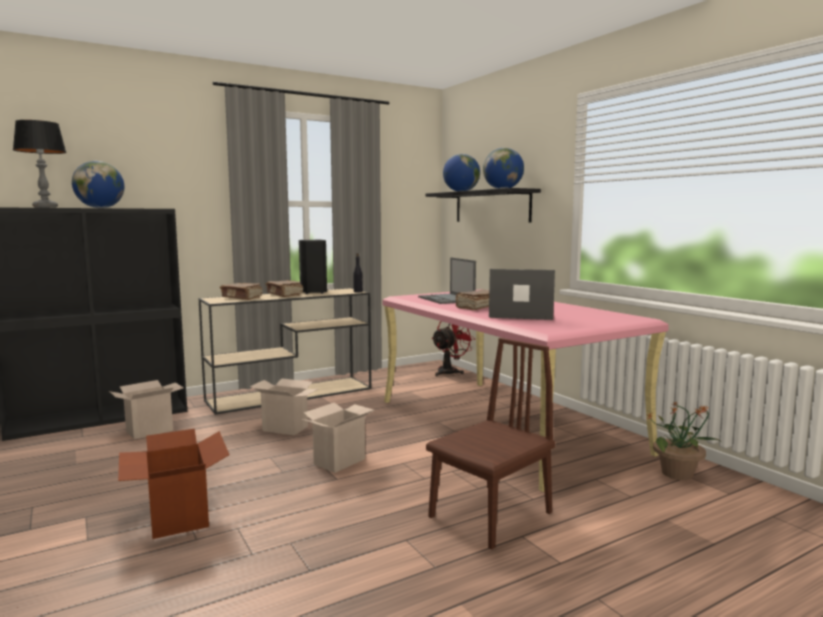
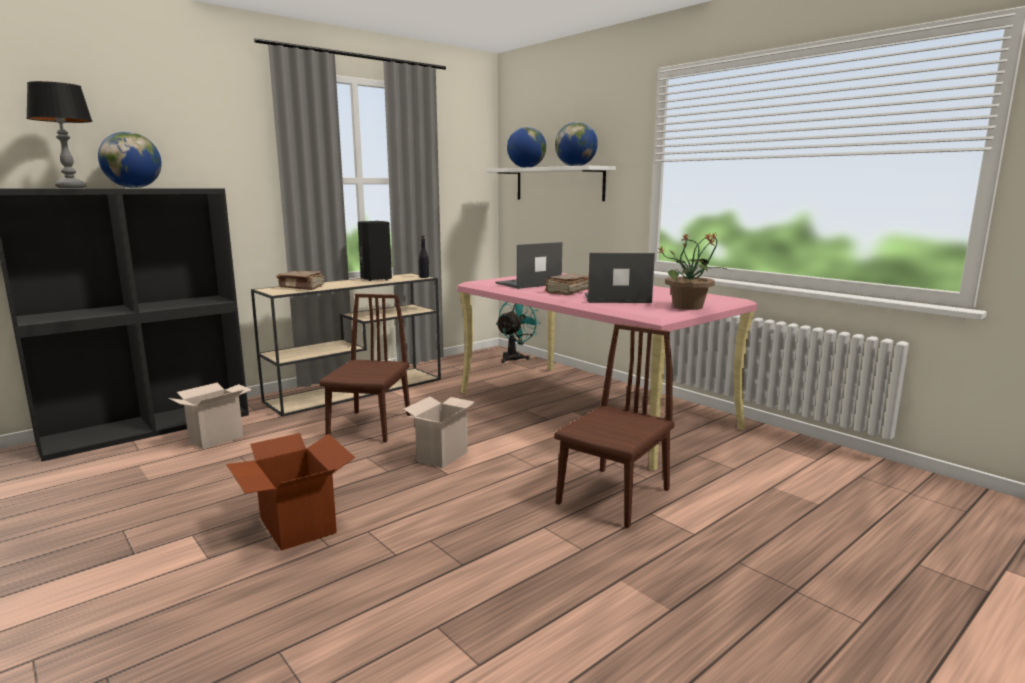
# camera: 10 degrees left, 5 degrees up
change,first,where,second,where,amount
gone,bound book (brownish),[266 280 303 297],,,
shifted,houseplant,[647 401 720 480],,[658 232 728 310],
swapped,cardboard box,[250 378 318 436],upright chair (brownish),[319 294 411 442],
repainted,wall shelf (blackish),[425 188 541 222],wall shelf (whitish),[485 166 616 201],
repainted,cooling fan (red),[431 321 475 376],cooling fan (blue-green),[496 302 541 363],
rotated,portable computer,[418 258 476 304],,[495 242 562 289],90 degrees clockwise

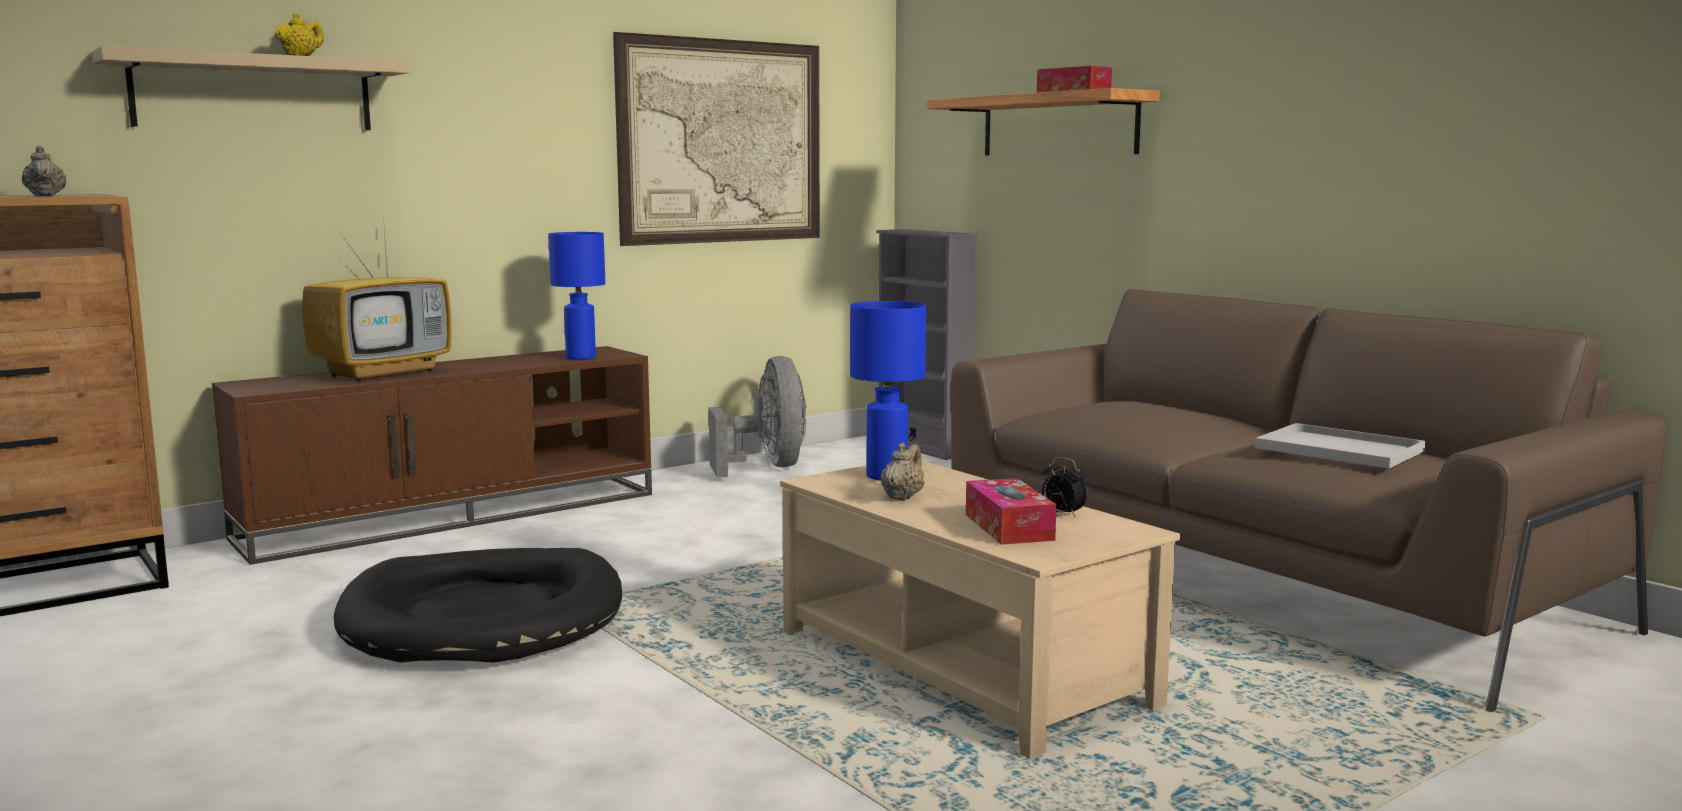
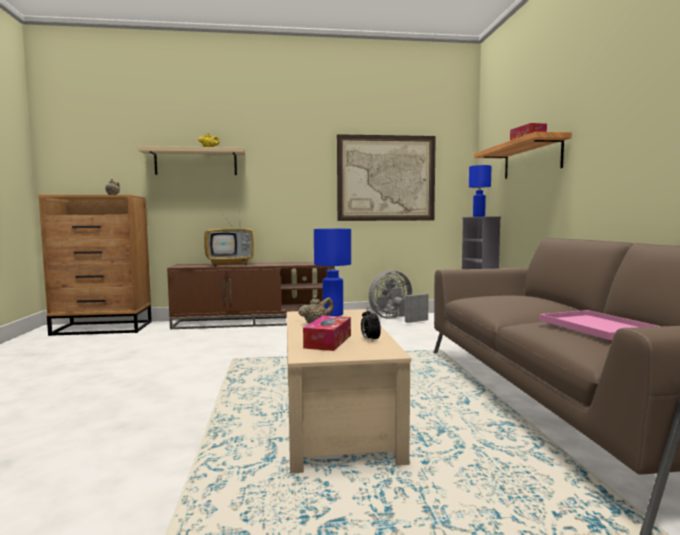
# camera: 30 degrees right, 5 degrees down
change,first,where,second,where,amount
gone,pet bed (blackish),[334 548 622 663],,,
shifted,table lamp (blue-coloured),[548 232 605 360],,[469 165 492 217],
repainted,tray (whitish),[1255 423 1426 469],tray (pink-coloured),[540 310 660 340],
rotated,cooling fan (grey),[709 356 806 478],,[368 270 429 323],135 degrees counterclockwise

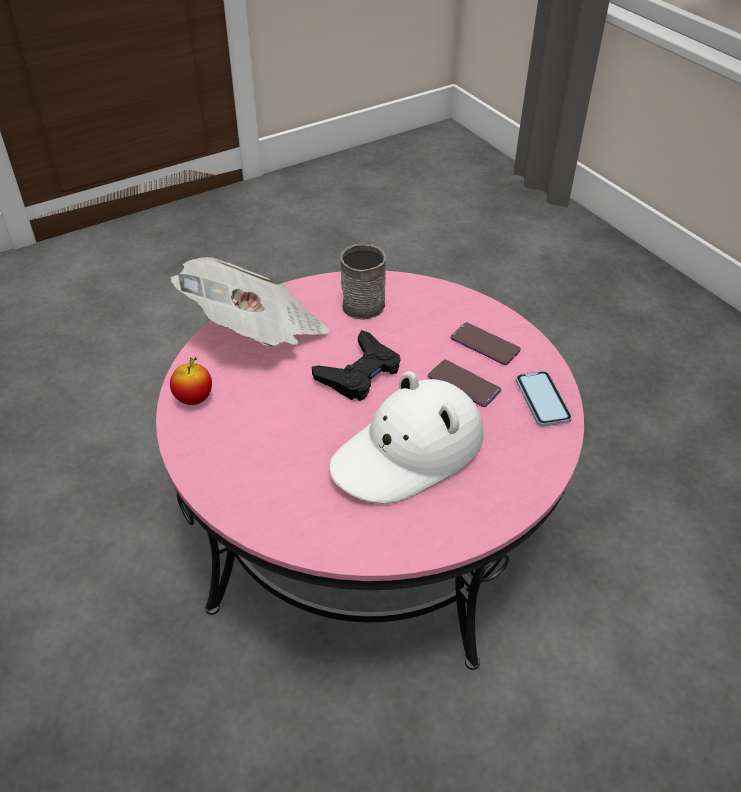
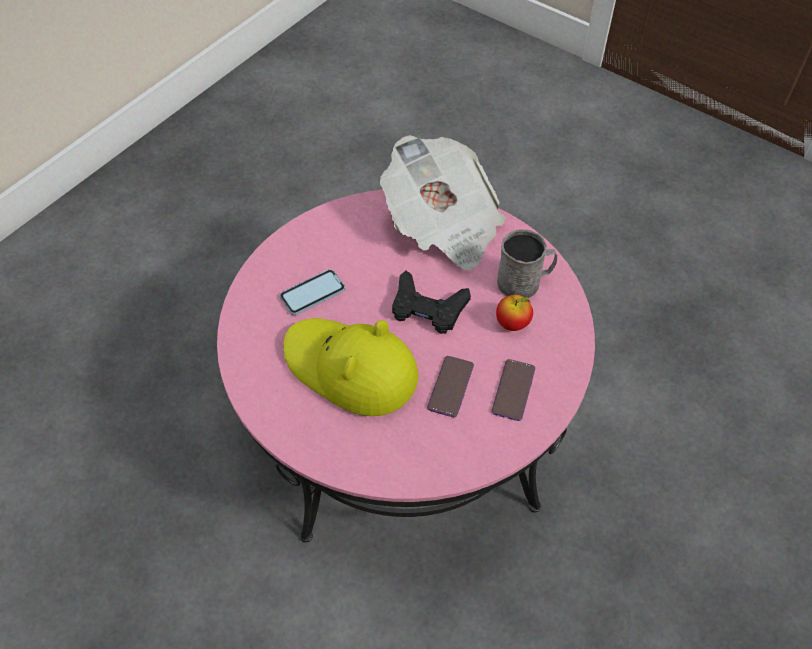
# camera: 70 degrees right, 10 degrees up
change,first,where,second,where,amount
shifted,apple,[170 357 212 405],,[496 294 533 331],
shifted,telephone,[516 371 572 426],,[279 269 345 315],
repainted,clothing hat (whitish),[329 372 484 504],clothing hat (yellow),[283 318 419 416],

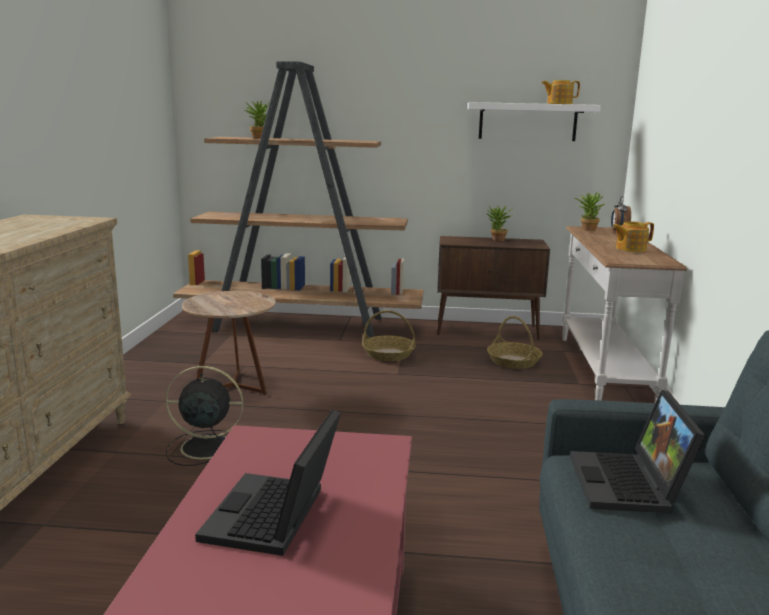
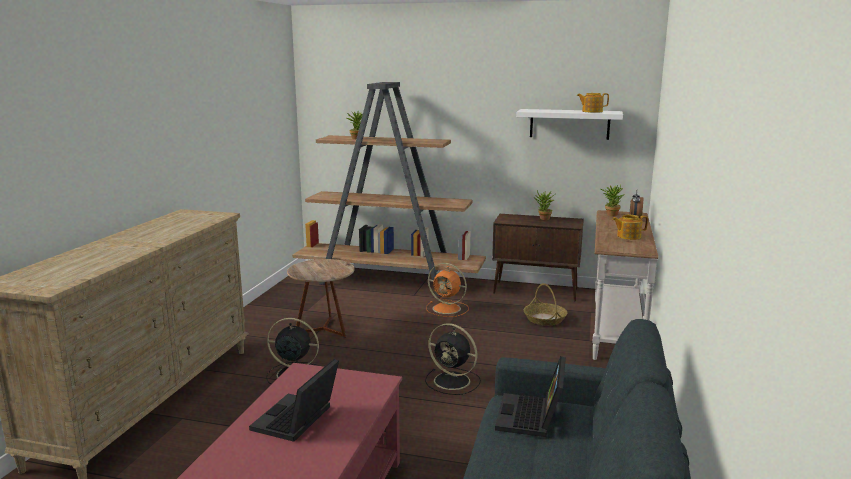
# camera: 10 degrees right, 0 degrees up
change,first,where,second,where,amount
new,,,cooling fan (blackish),[425 323 481 395],
swapped,basket,[362 310 416 361],cooling fan (orange),[426 263 469 317],

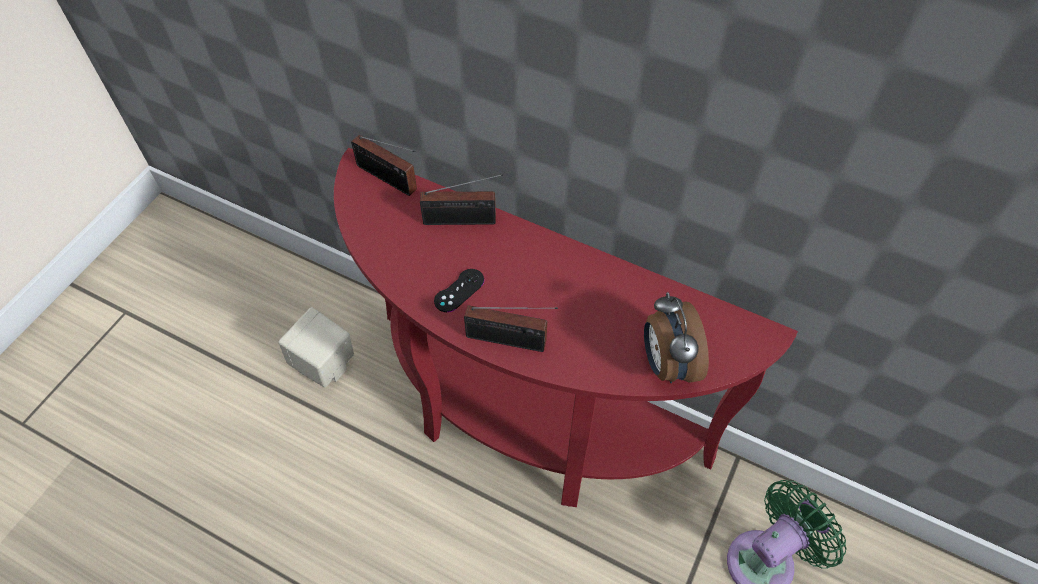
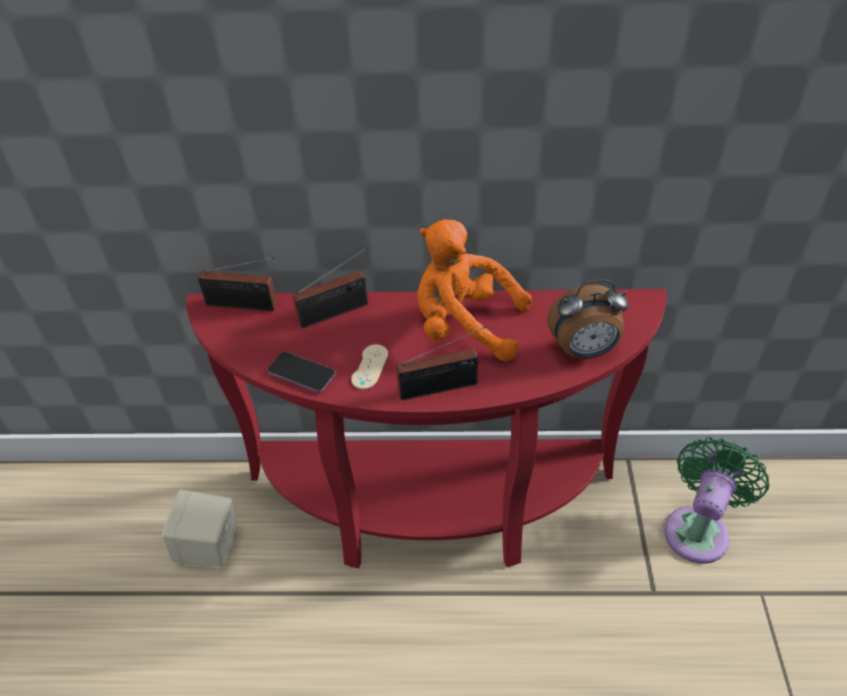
# camera: 25 degrees left, 10 degrees down
change,first,where,second,where,amount
new,,,telephone,[268 351 336 393],
new,,,cuddly toy (orange),[417 219 531 361],
repainted,joypad (blackish),[434 269 484 312],joypad (beige-coloured),[351 344 388 389],
rotated,alarm clock,[644 292 709 383],,[547 279 628 359],60 degrees counterclockwise

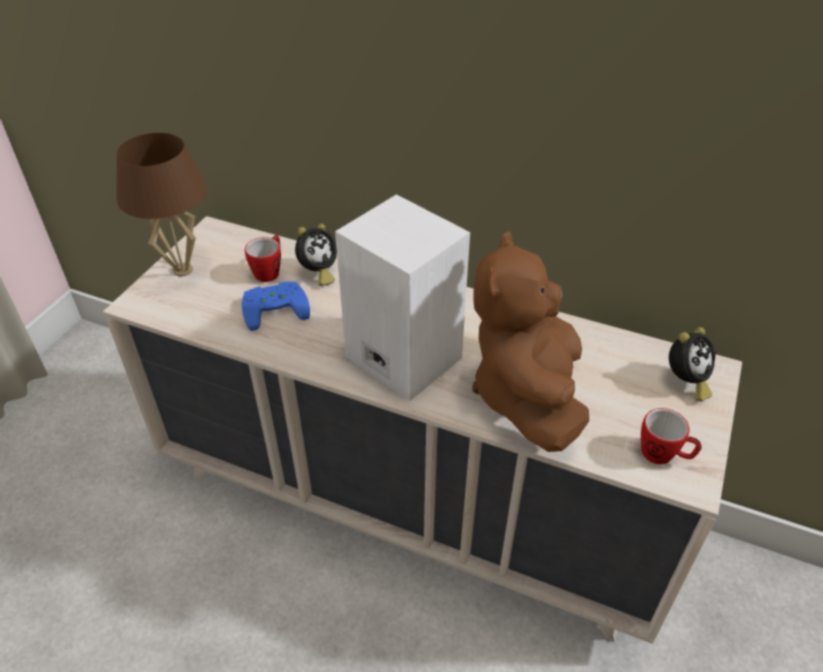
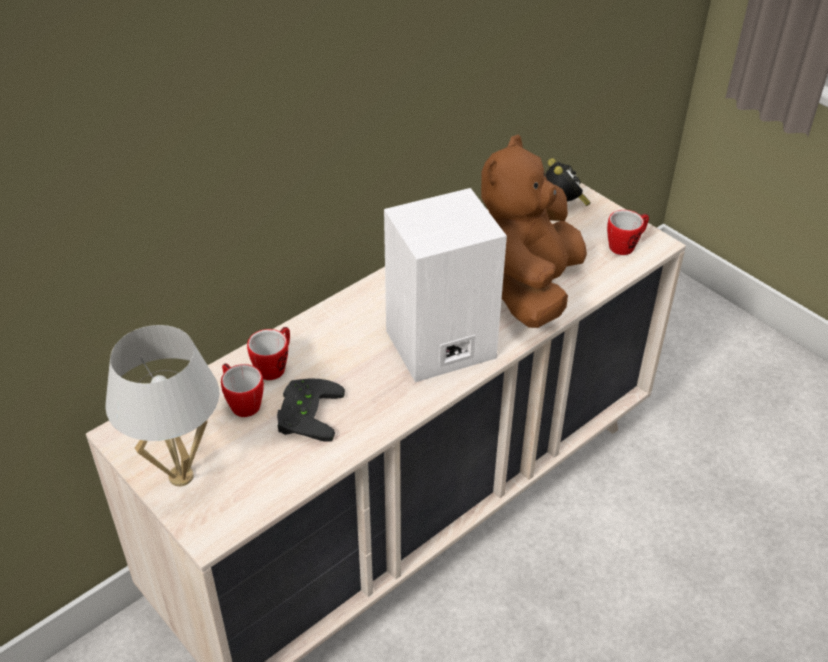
# camera: 65 degrees left, 0 degrees up
change,first,where,second,where,amount
swapped,alarm clock,[295 224 337 286],mug,[247 327 290 380],
repainted,table lamp (brownish),[117 133 207 277],table lamp (whitish),[105 325 219 486],
repainted,joypad (blue-coloured),[242 282 310 331],joypad (blackish),[277 378 345 441],
rotated,cuddly toy (brownish),[472 231 589 452],,[481 135 587 328],75 degrees clockwise

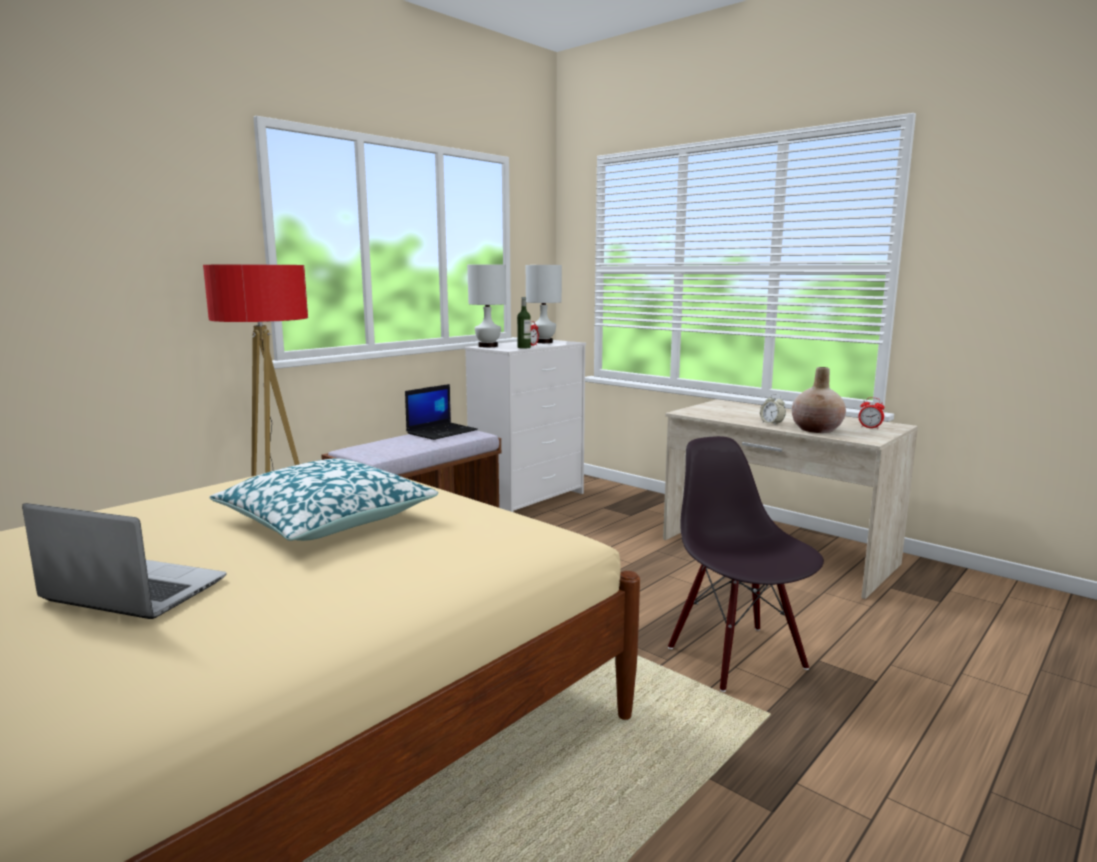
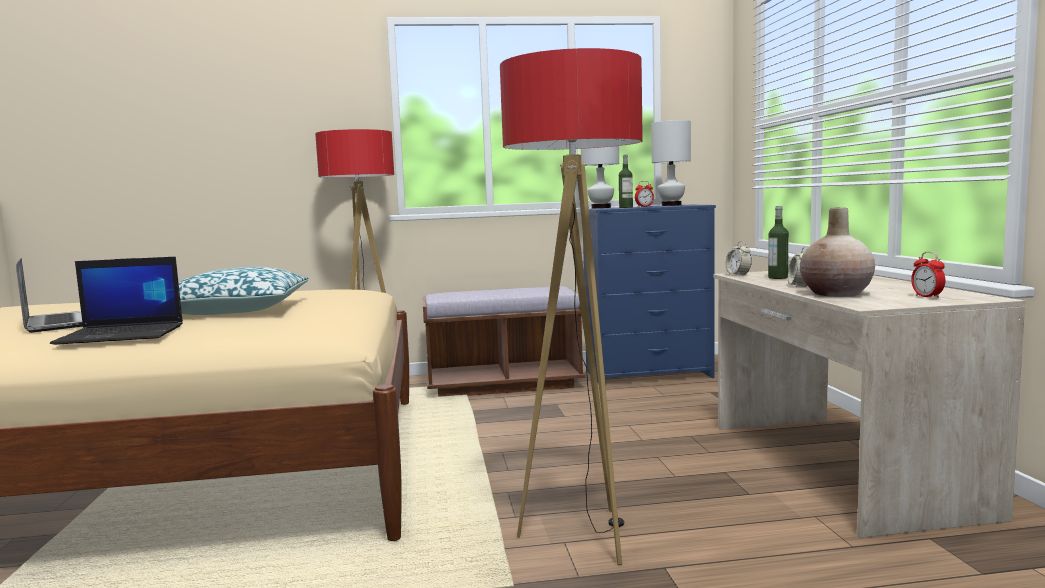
# camera: 40 degrees right, 5 degrees down
change,first,where,second,where,amount
new,,,alarm clock,[726 241 752 276],
new,,,drink bottle,[768 206 789 279],
shifted,portable computer,[405 384 478 440],,[50 257 183 345],
swapped,upright chair (blackish),[668 436 824 692],standard lamp,[500 48 643 566],
repainted,dresser (whitish),[464 340 586 512],dresser (blue-coloured),[583 205 716 382],

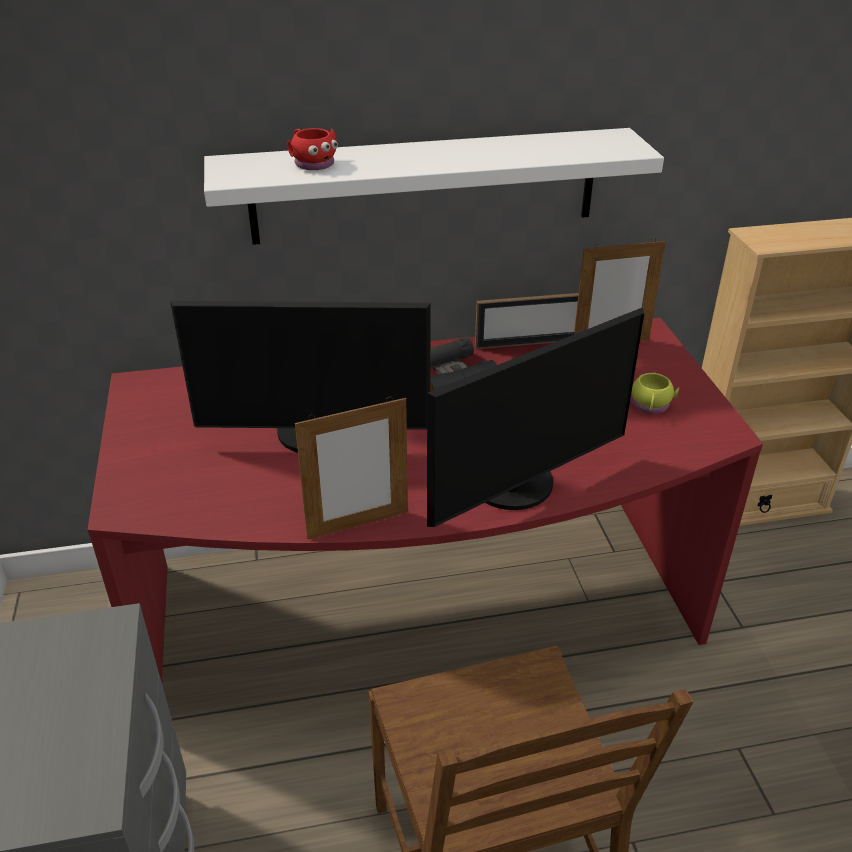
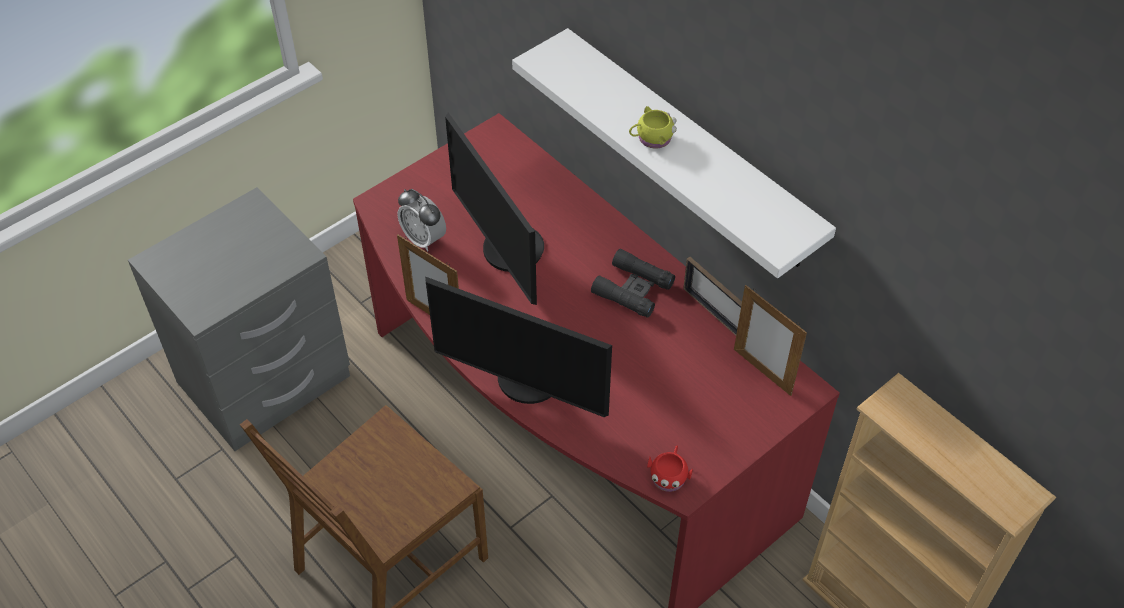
# camera: 60 degrees right, 15 degrees up
change,first,where,second,where,amount
new,,,alarm clock,[397 189 446 252],
shifted,mug (red),[287 128 338 170],,[647 446 693 492],
shifted,mug (yellow),[632 373 679 414],,[629 106 677 149],

